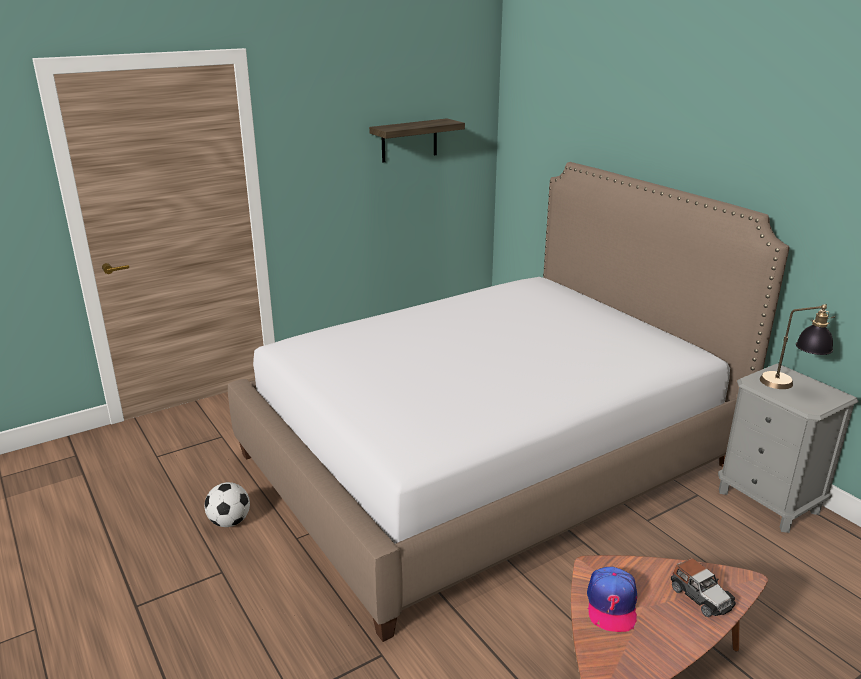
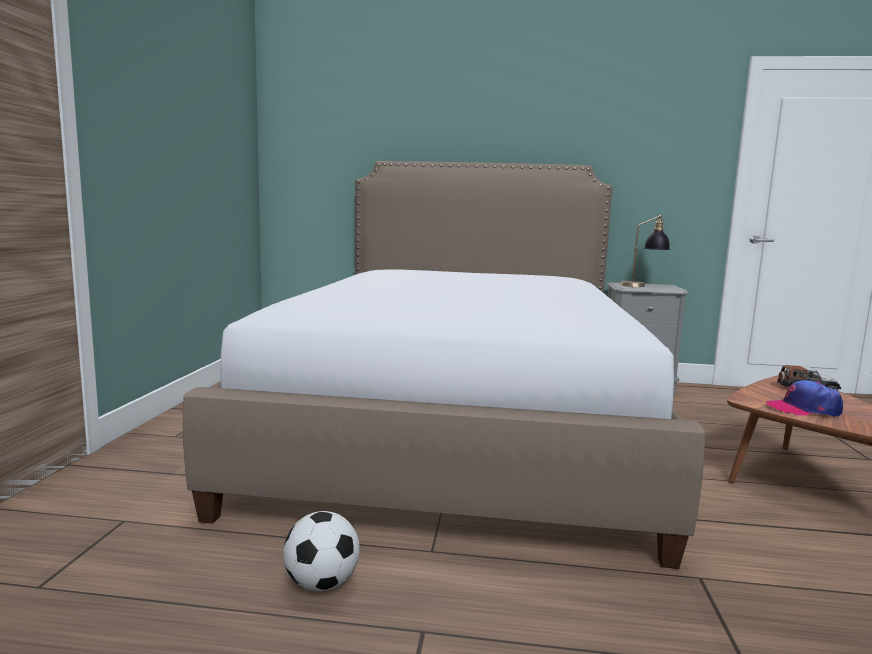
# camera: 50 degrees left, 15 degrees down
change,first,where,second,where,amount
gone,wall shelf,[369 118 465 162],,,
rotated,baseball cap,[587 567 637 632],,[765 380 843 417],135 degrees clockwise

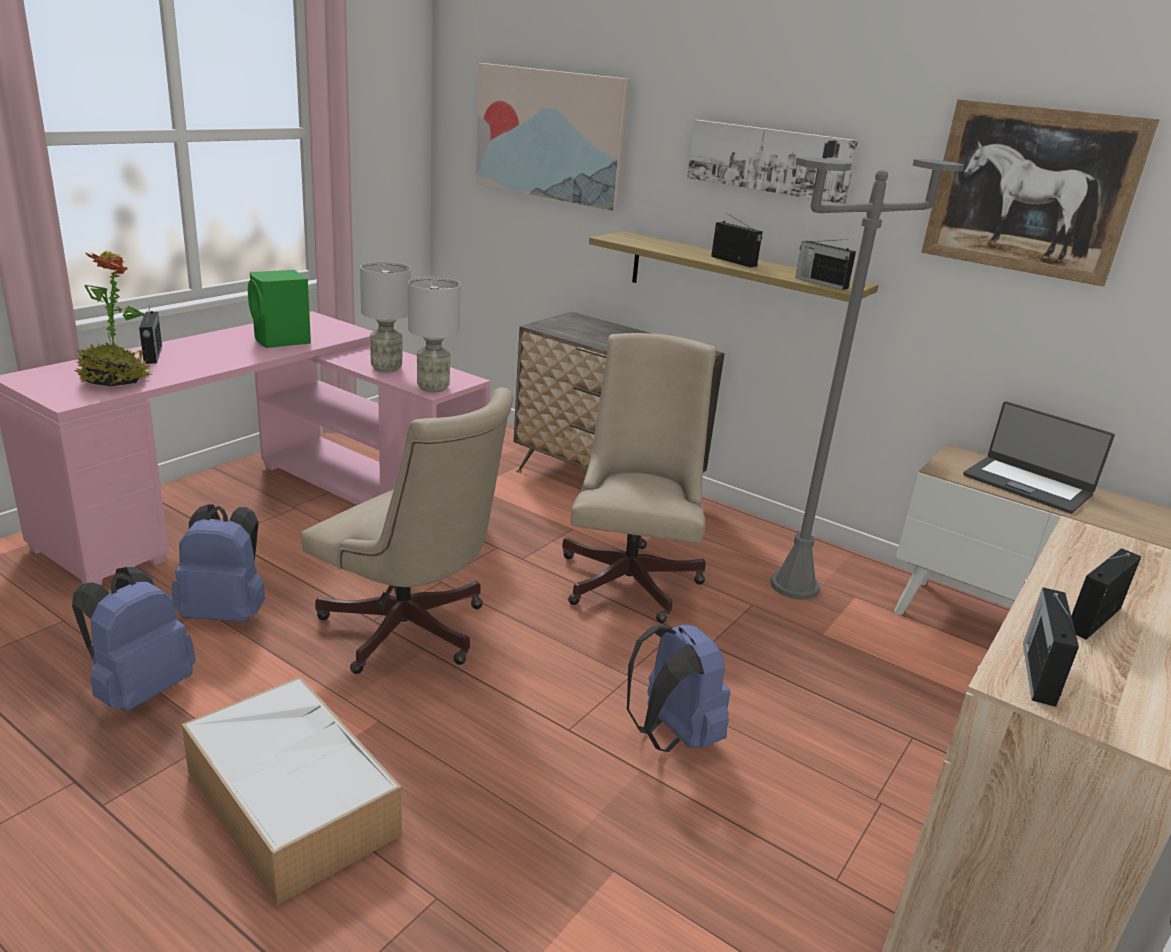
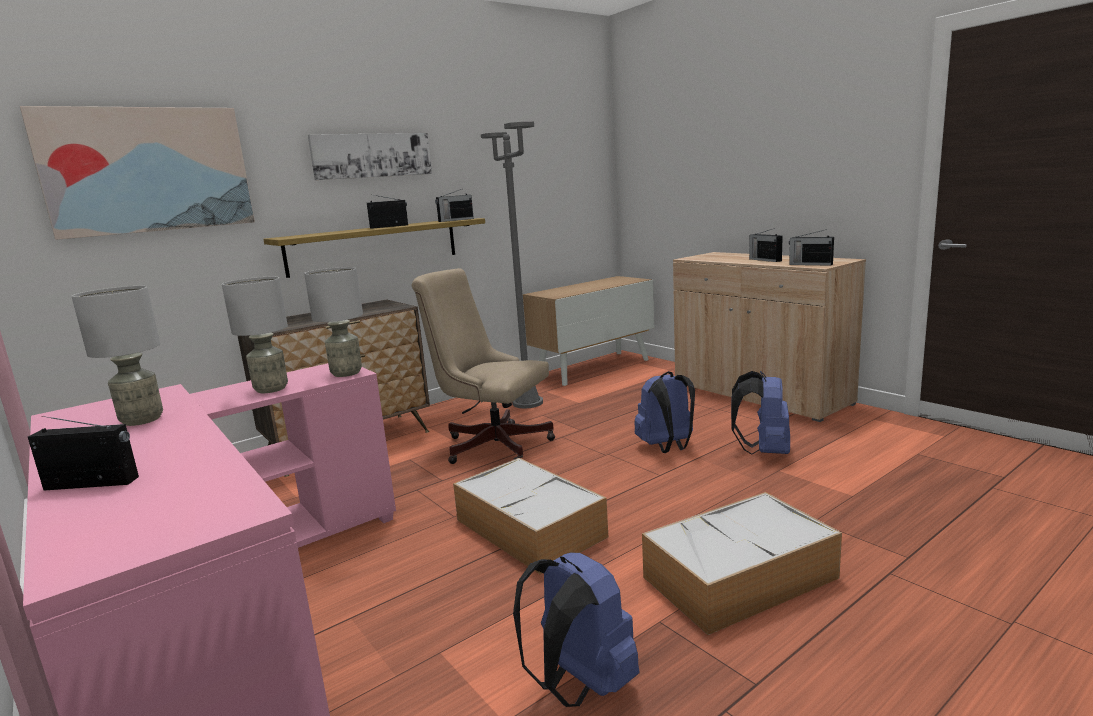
# camera: 70 degrees left, 10 degrees down
change,first,where,second,where,amount
gone,houseplant,[75 250 152 386],,,
gone,wall art,[921 99 1160 287],,,
gone,portable computer,[963 401 1115 514],,,
shifted,knapsack (blue-coloured),[172 504 265 622],,[731 371 790 455],
swapped,speaker (greenish),[248 270 311 348],table lamp (grey),[71 286 163 426],
swapped,desk chair (beige-coloured),[301 387 514 674],storage box,[453 458 608 574],

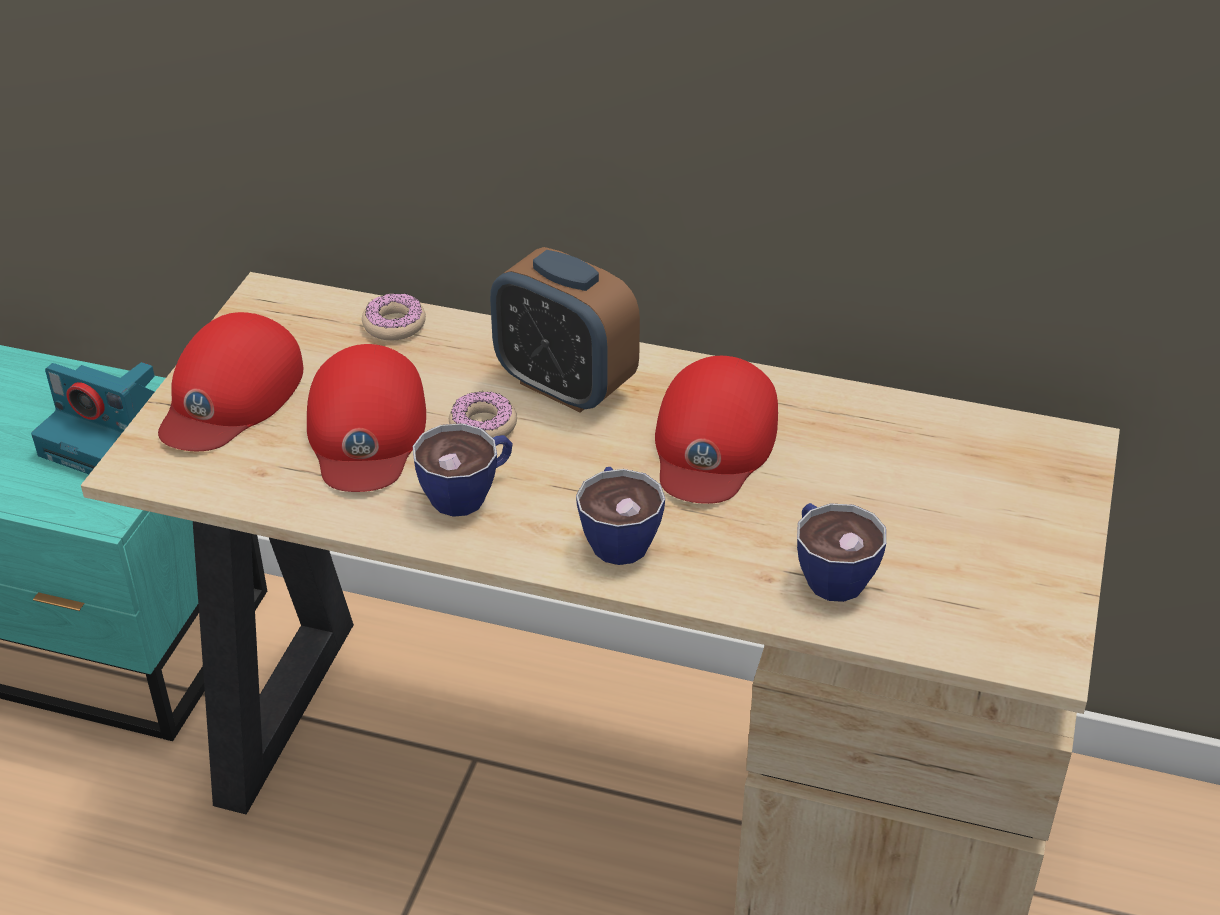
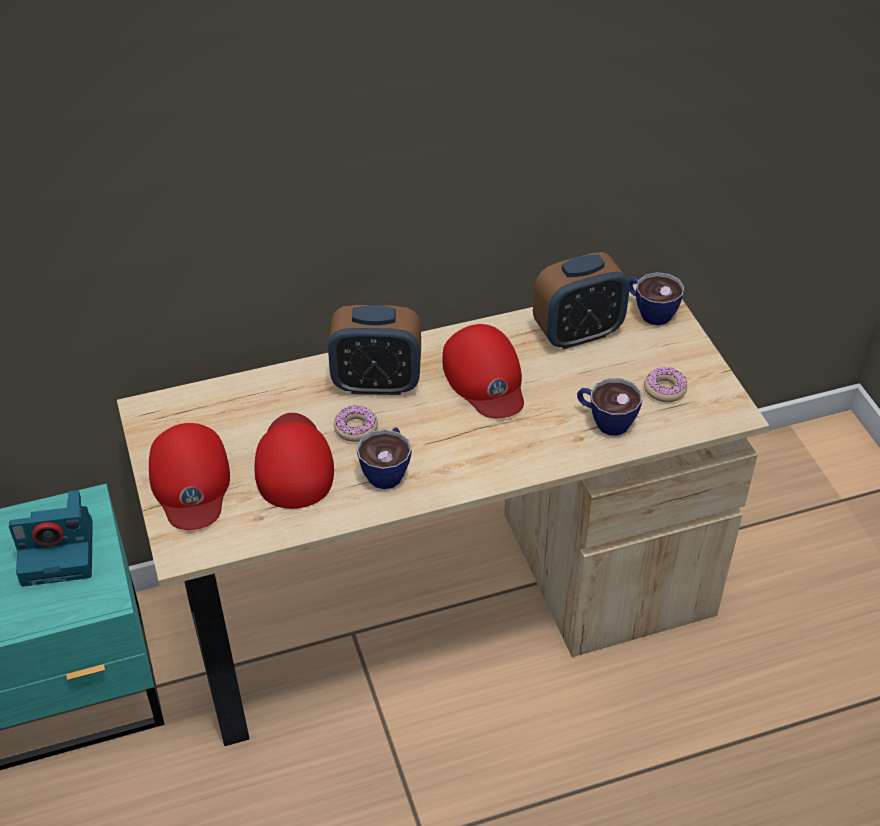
# camera: 35 degrees left, 5 degrees up
change,first,where,second,where,amount
new,,,alarm clock,[533 252 630 349],
shifted,doughnut,[362 293 426 340],,[644 367 687 402],
shifted,drinking cup,[576 467 665 565],,[629 272 684 325],
rotated,baseball cap (red),[307 344 426 492],,[255 413 334 509],150 degrees counterclockwise

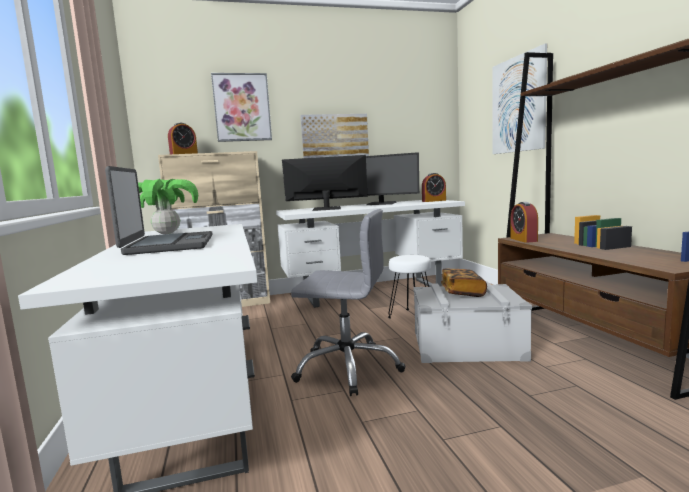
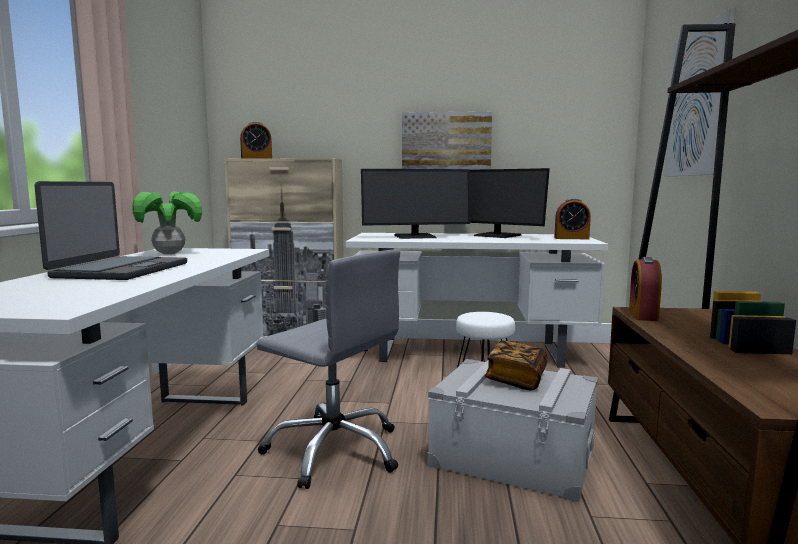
# camera: 20 degrees right, 0 degrees up
change,first,where,second,where,amount
gone,wall art,[211 73 272 142],,,
rotated,computer display,[282 155 367 211],,[361 169 470 239],150 degrees clockwise

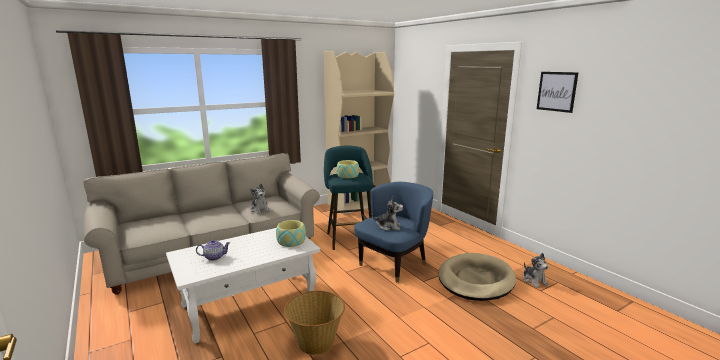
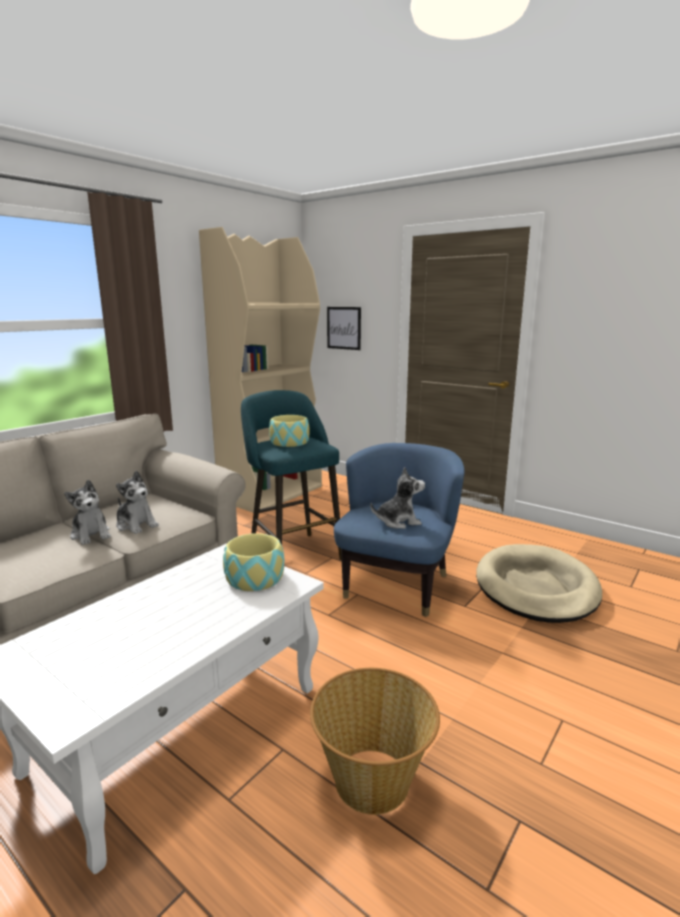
# camera: 20 degrees left, 0 degrees up
change,first,where,second,where,amount
gone,tea pot,[196 240 230 261],,,
shifted,cuddly toy,[523 253 549 288],,[64 480 111 545],
shifted,wall art,[537 72 579 113],,[327 307 361 350],

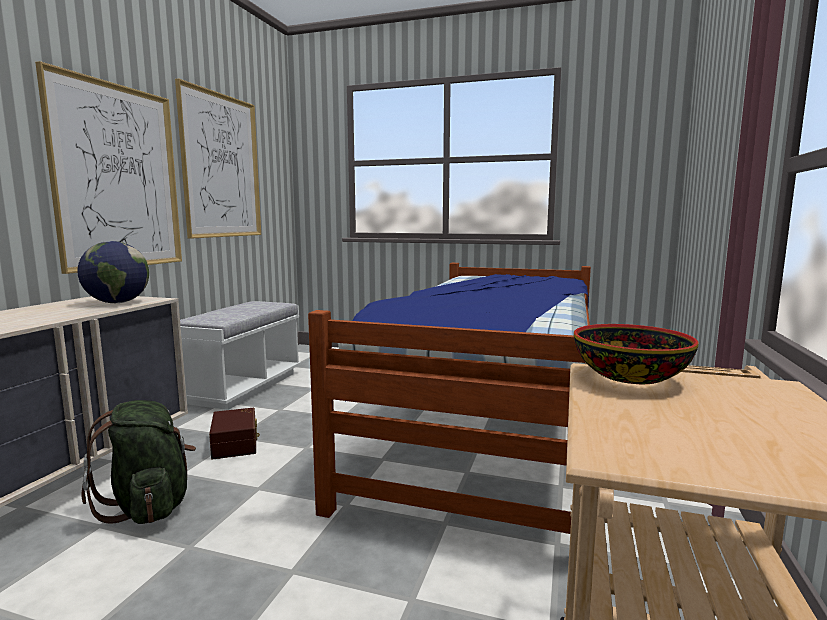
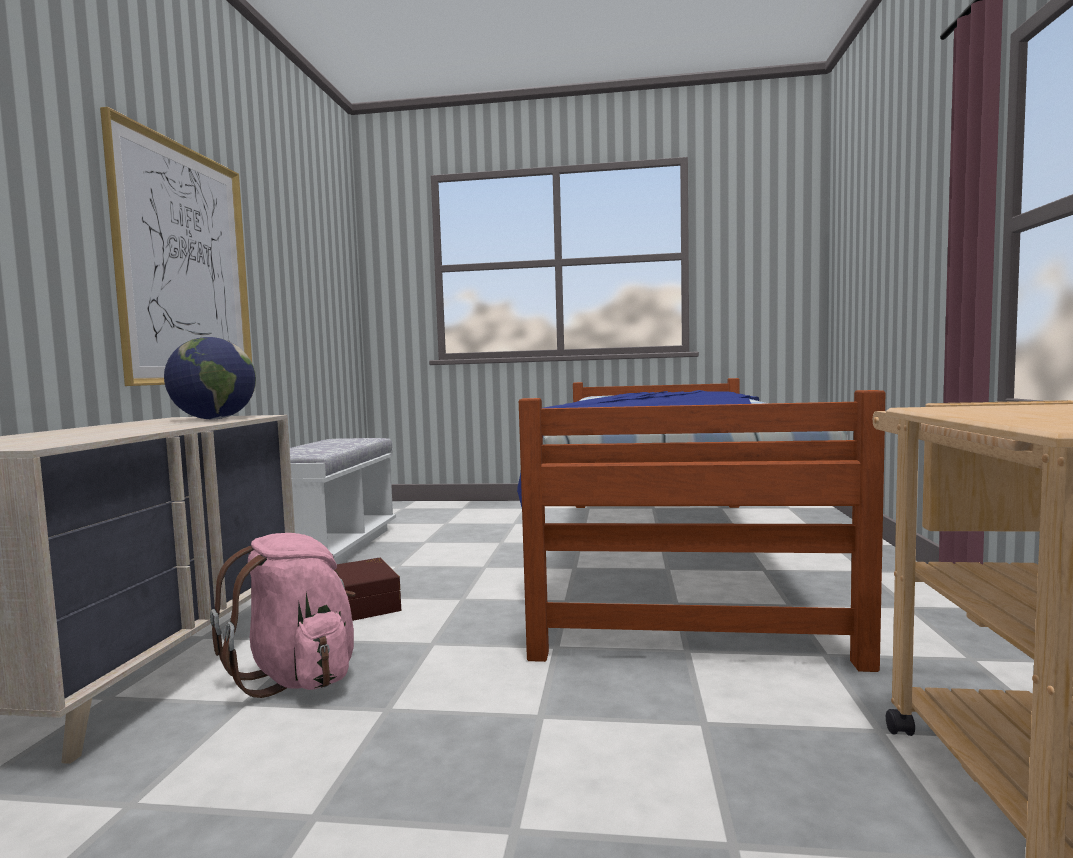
# camera: 10 degrees left, 5 degrees down
change,first,where,second,where,amount
gone,wall art,[175 78 261 239],,,
gone,serving bowl,[574 324 699 384],,,
repainted,knapsack (greenish),[81 400 196 524],knapsack (pink-coloured),[210 533 355 698],

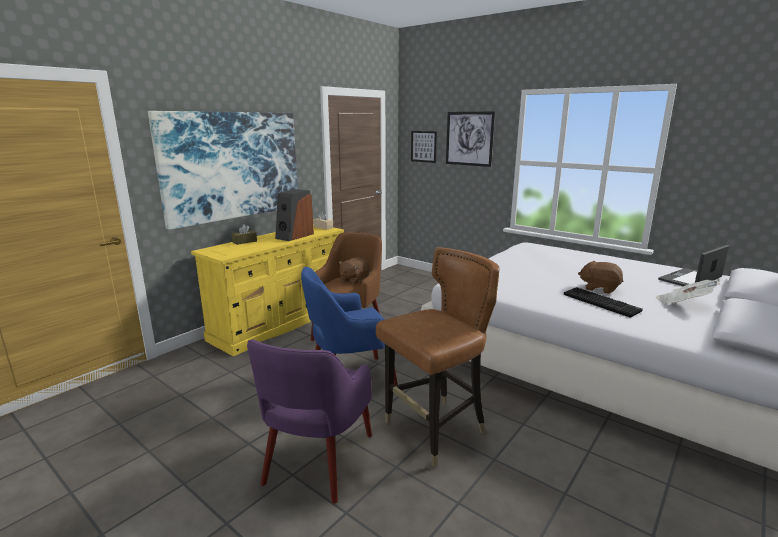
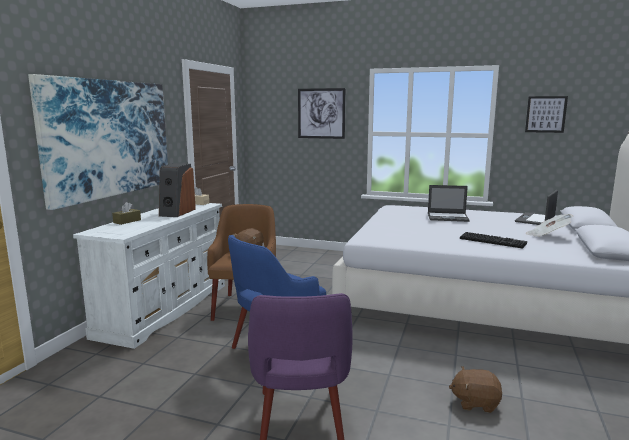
# camera: 20 degrees left, 5 degrees down
change,first,where,second,where,amount
gone,upright chair (brownish),[376 247 500 468],,,
new,,,portable computer,[428 185 470 222],
shifted,wall art,[411 131 437 163],,[525 96 568 133],
shifted,cuddly toy (brownish),[578 261 623 294],,[449 366 502 413],
repainted,dresser (yellow),[191 223 344 356],dresser (whitish),[73 203 225 349],

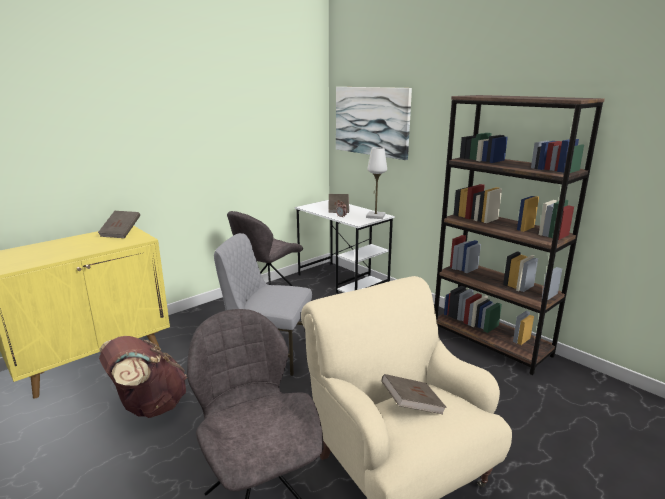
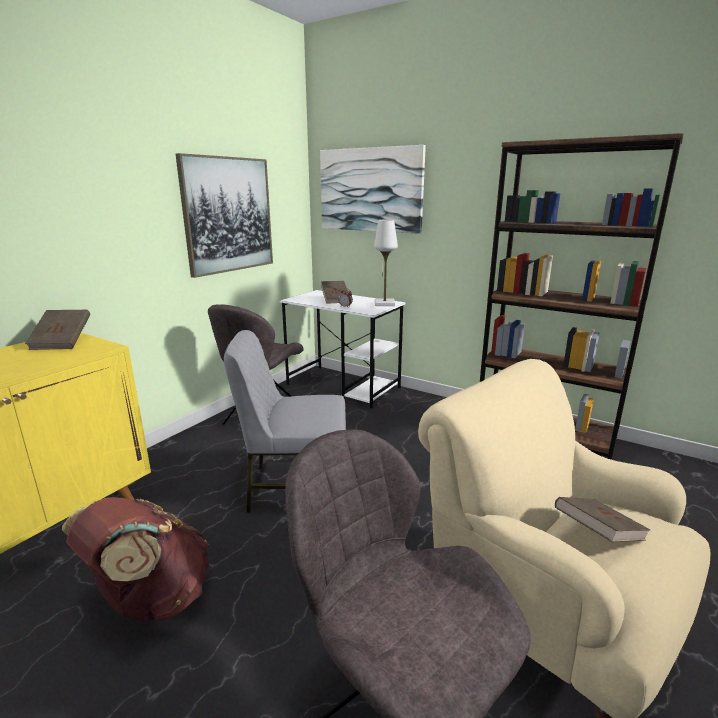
# camera: 15 degrees left, 0 degrees up
change,first,where,second,where,amount
new,,,wall art,[176 153 273 278],

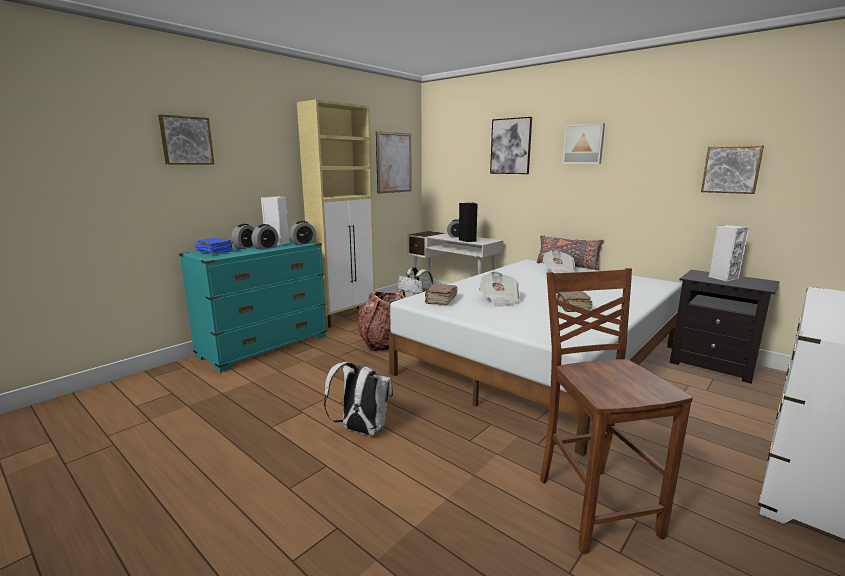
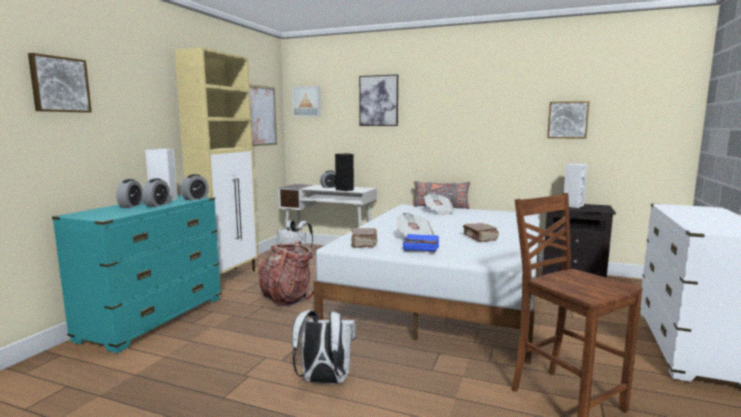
# camera: 20 degrees left, 5 degrees down
change,first,where,second,where,amount
shifted,bound book (blue-coloured),[195 238 233 254],,[403 234 439 252],
shifted,wall art,[563 123 605 164],,[292 86 321 117],

